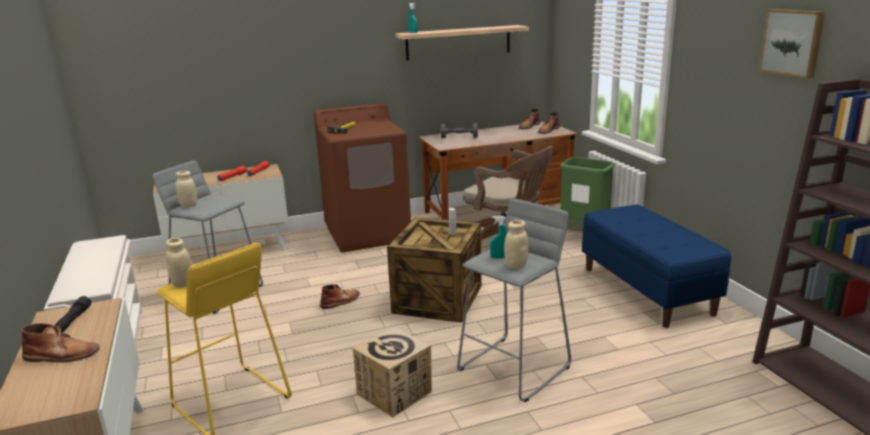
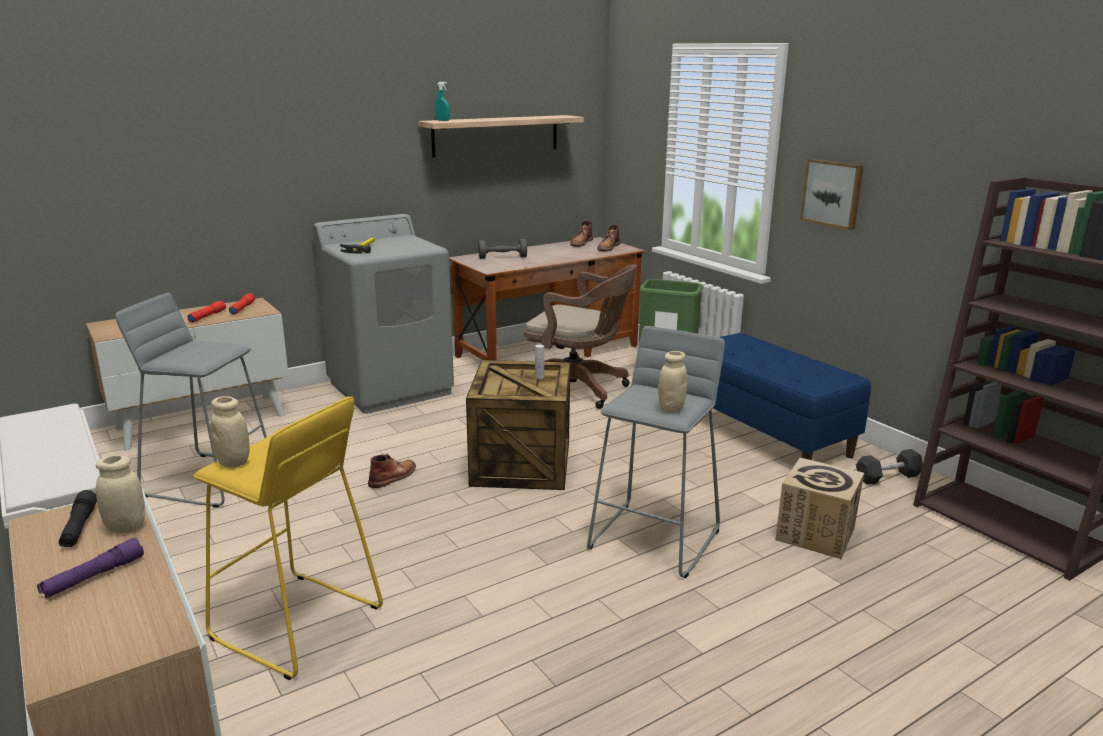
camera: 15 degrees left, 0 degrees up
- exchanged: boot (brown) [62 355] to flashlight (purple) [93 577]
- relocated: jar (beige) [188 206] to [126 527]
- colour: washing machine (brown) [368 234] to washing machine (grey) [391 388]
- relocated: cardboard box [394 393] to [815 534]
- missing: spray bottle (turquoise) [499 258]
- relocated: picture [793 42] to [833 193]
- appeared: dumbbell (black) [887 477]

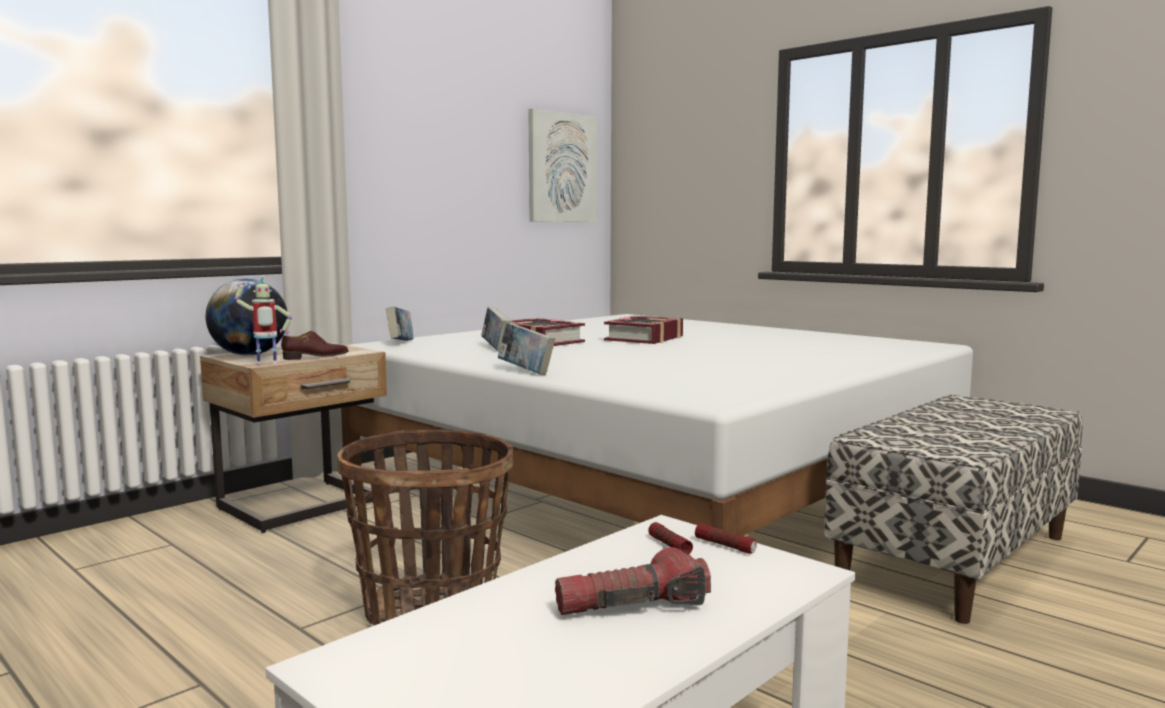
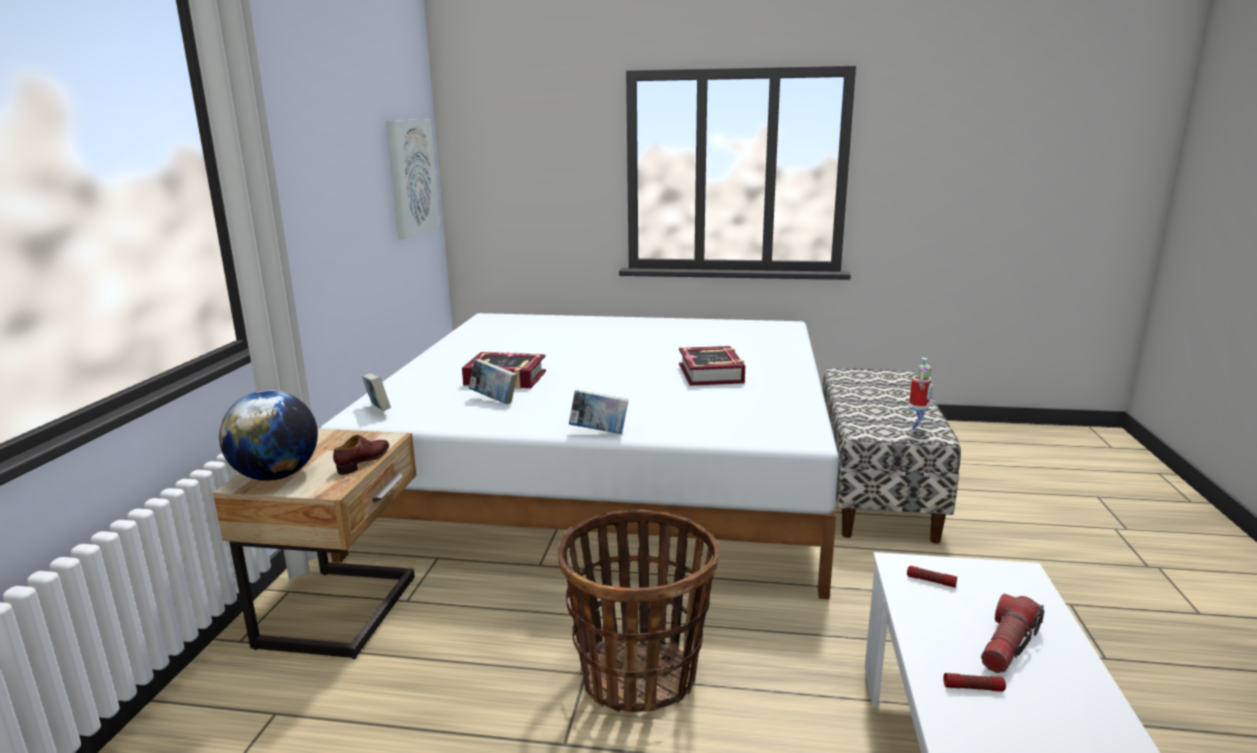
camera: 35 degrees left, 10 degrees up
- relocated: toy robot [266 364] to [916 429]
- relocated: book [645 338] to [711 374]
- relocated: flashlight [725 546] to [973 688]

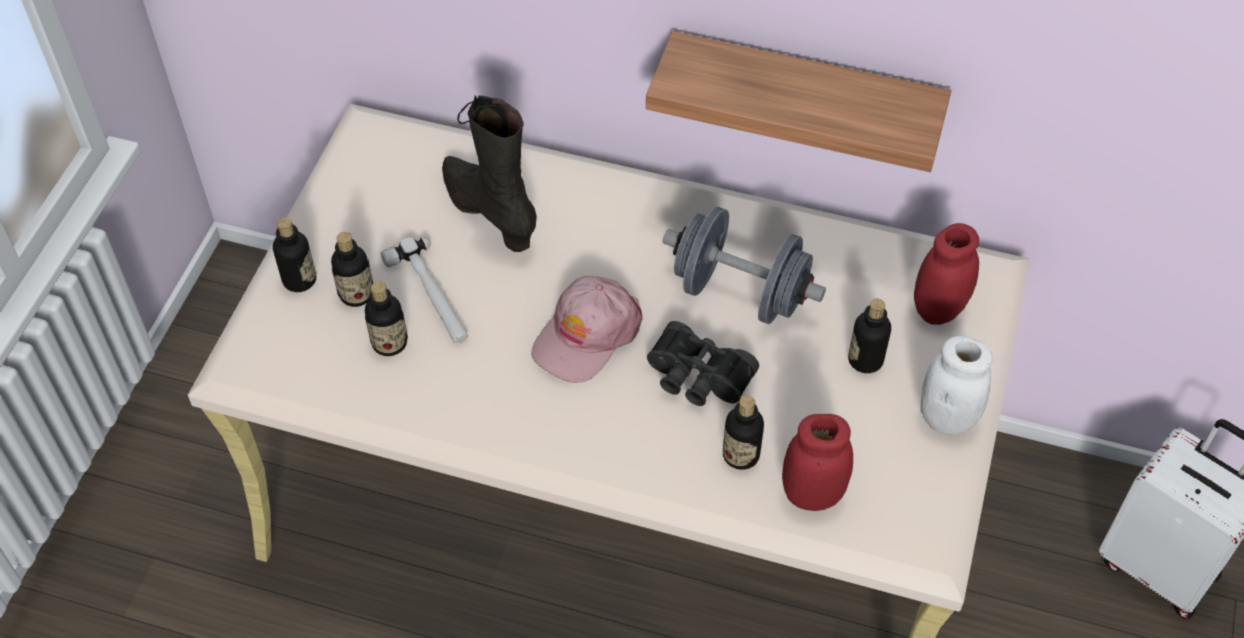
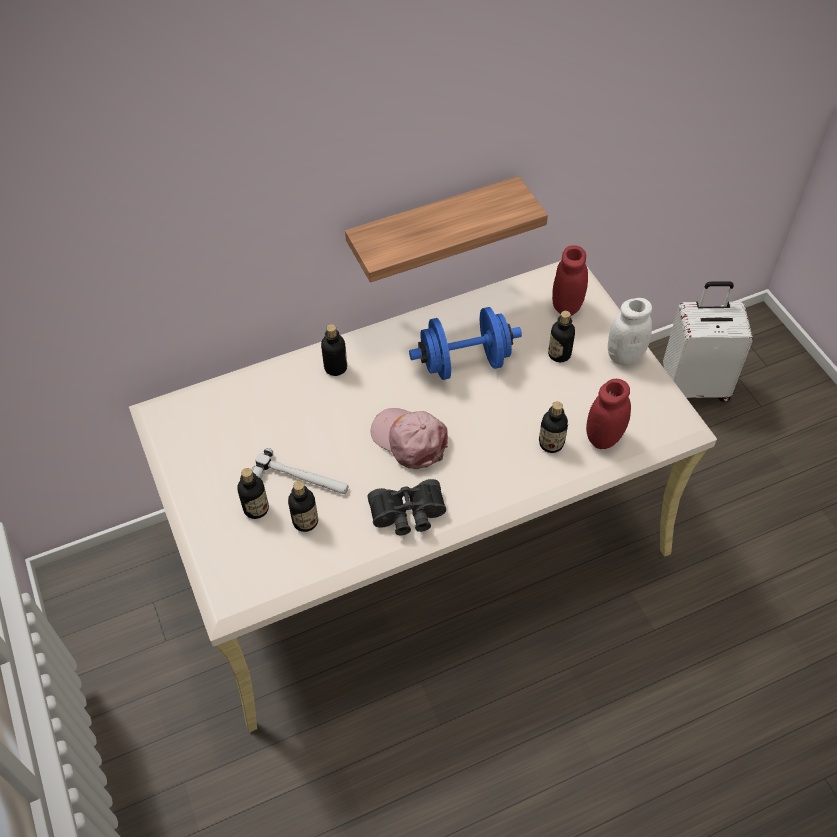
camera: 40 degrees left, 0 degrees up
- relocated: bottle [299 280] to [335 367]
- missing: boot (black) [489 213]
- spun: cap (pink) [586 335] = [409 440] 135 degrees clockwise
- relocated: binoculars (black) [697 378] to [408 515]
- colour: dumbbell (grey) [740 293] to dumbbell (blue) [464 363]

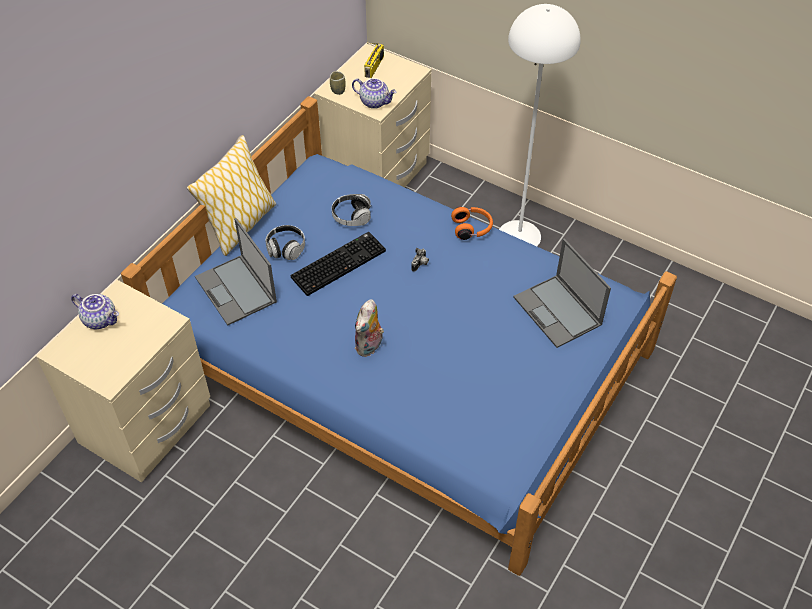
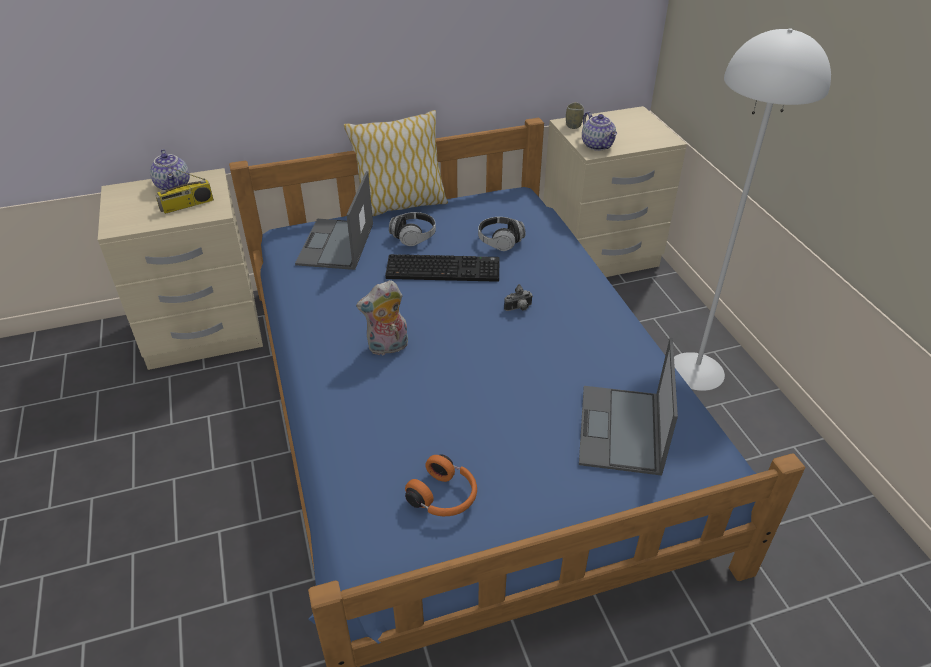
camera: 40 degrees right, 10 degrees down
- relocated: radio [374 67] to [187 205]
- relocated: headphones (orange) [472 228] to [444 497]

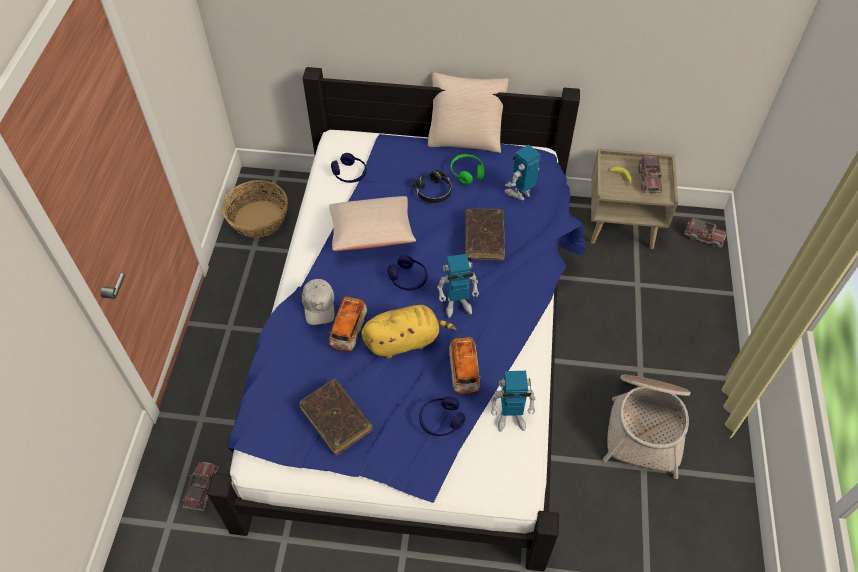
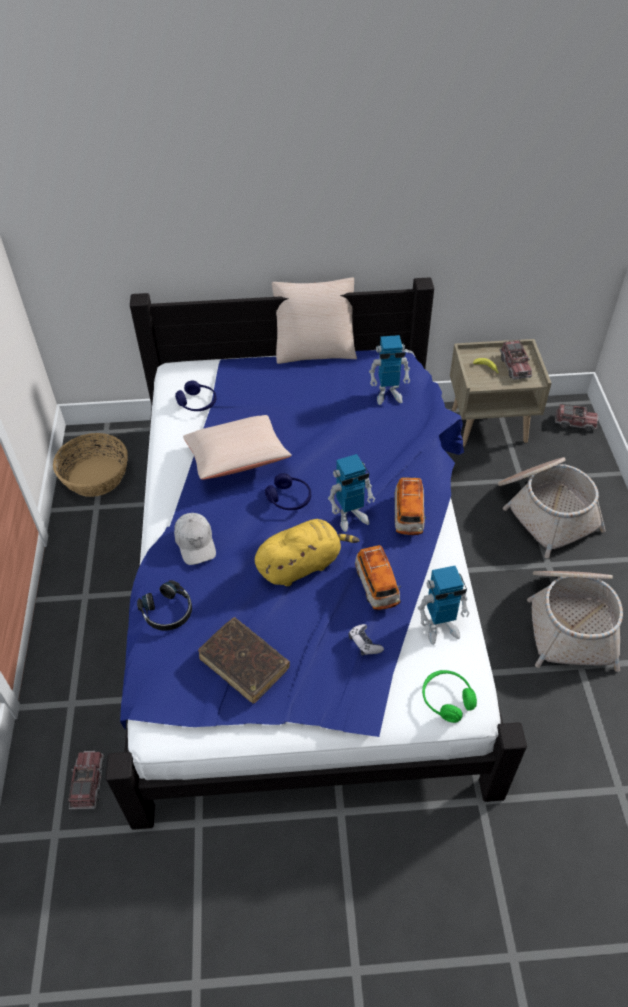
camera: 10 degrees left, 5 degrees down
- relocated: toy car [349 330] to [408 515]
- relocated: headphones (black) [433 191] to [168 612]
- exchanged: headphones (blue) [441 420] to game controller [364 643]
- relocated: headphones (green) [467 172] to [447 699]
- missing: book (brown) [484 238]
- spun: toy robot [520 193] = [388 394] 135 degrees counterclockwise
- appeared: basket [545 511]

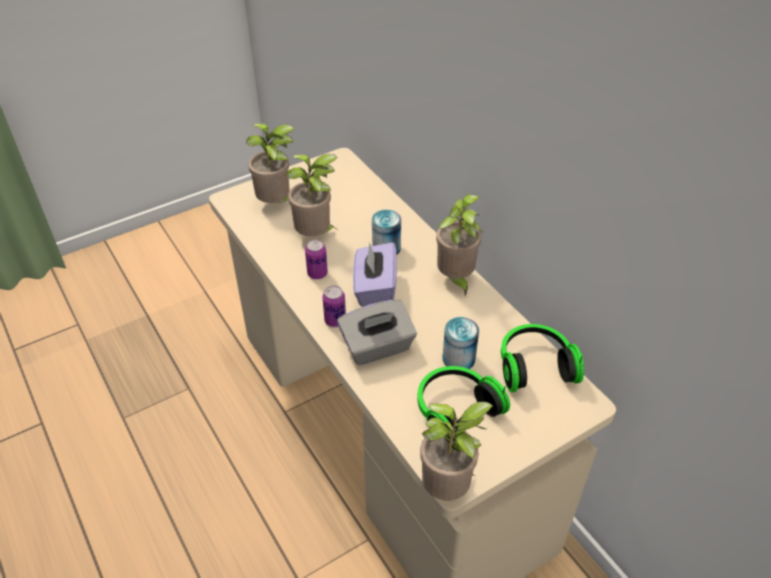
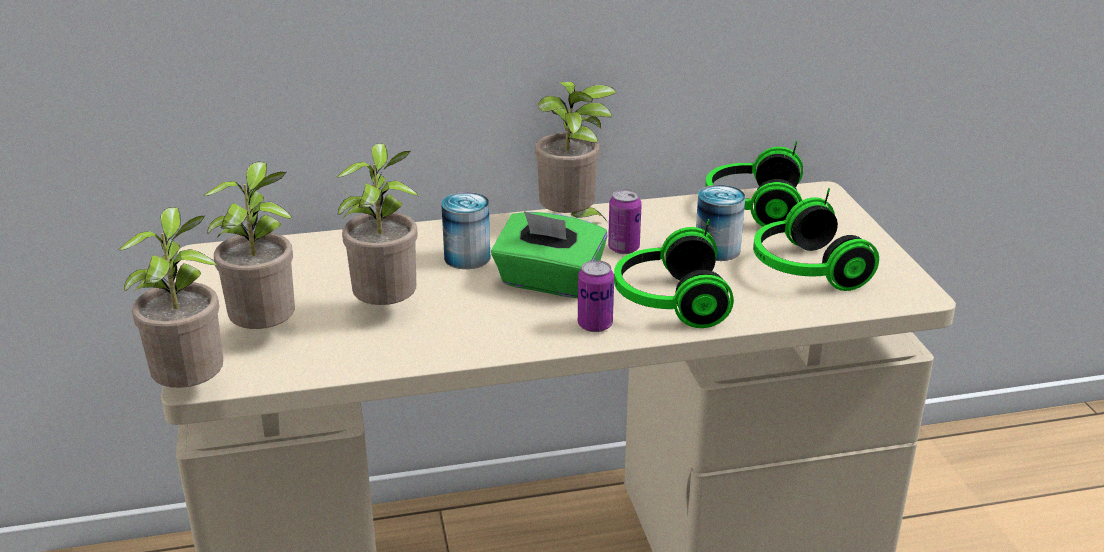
camera: 70 degrees left, 15 degrees down
- relocated: can [317 273] to [623 248]
- exchanged: tissue box (grey) [377 347] to headphones [668 301]
- colour: tissue box (purple) [375 289] to tissue box (green) [548 282]
- relocated: potted plant [448 489] to [193 389]

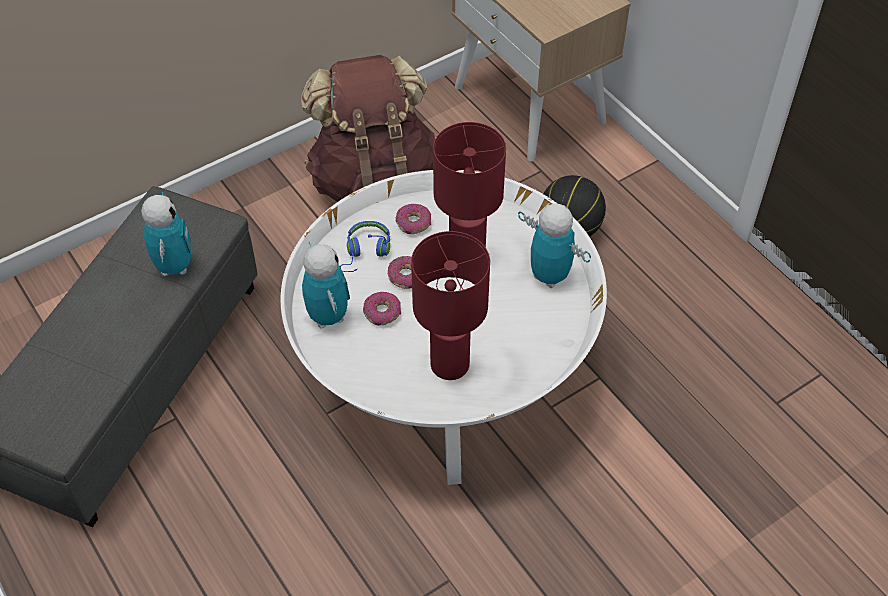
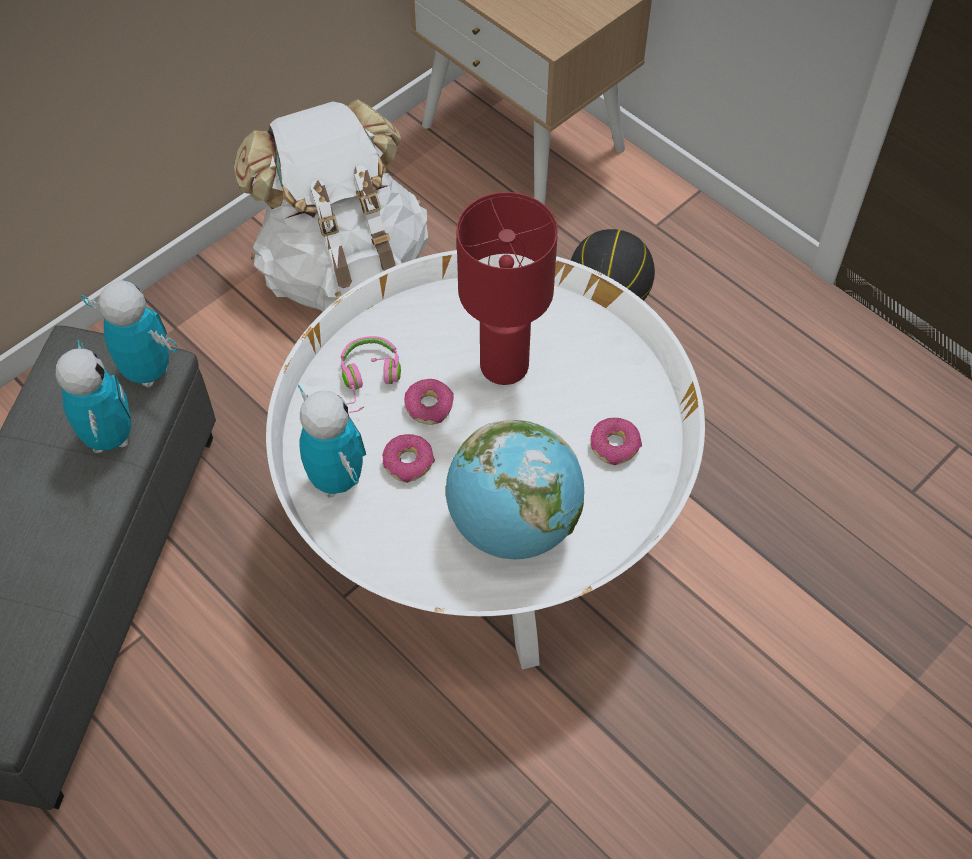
camera: 10 degrees left, 5 degrees up
- colour: backpack (brown) [374 181] to backpack (white) [343 267]
- colour: headphones (blue) [365 252] to headphones (pink) [368 380]
- relocated: donut [414 223] to [615 446]
- exchanged: table lamp (red) [449 366] to globe [513 524]
- relocated: toy robot [549 276] to [147 371]

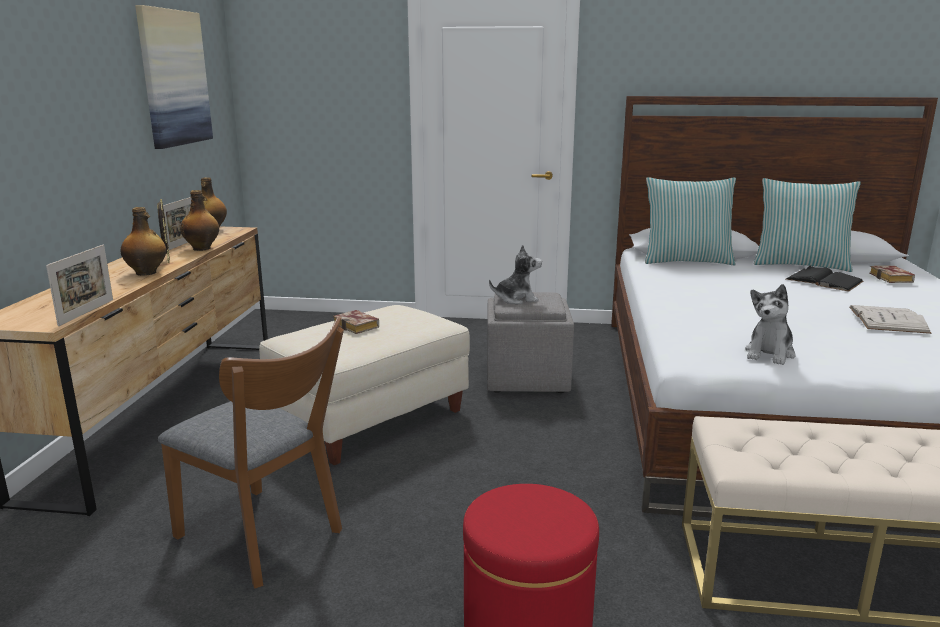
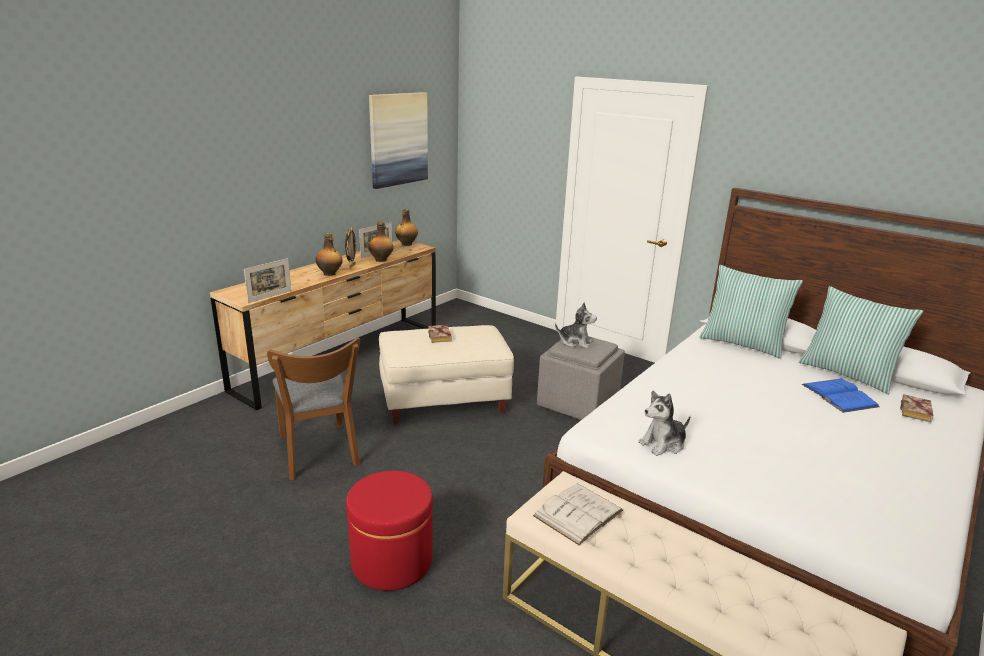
camera: 30 degrees right, 5 degrees up
- colour: book (black) [824 280] to book (blue) [839 395]
- relocated: book (white) [888 319] to [578 513]

